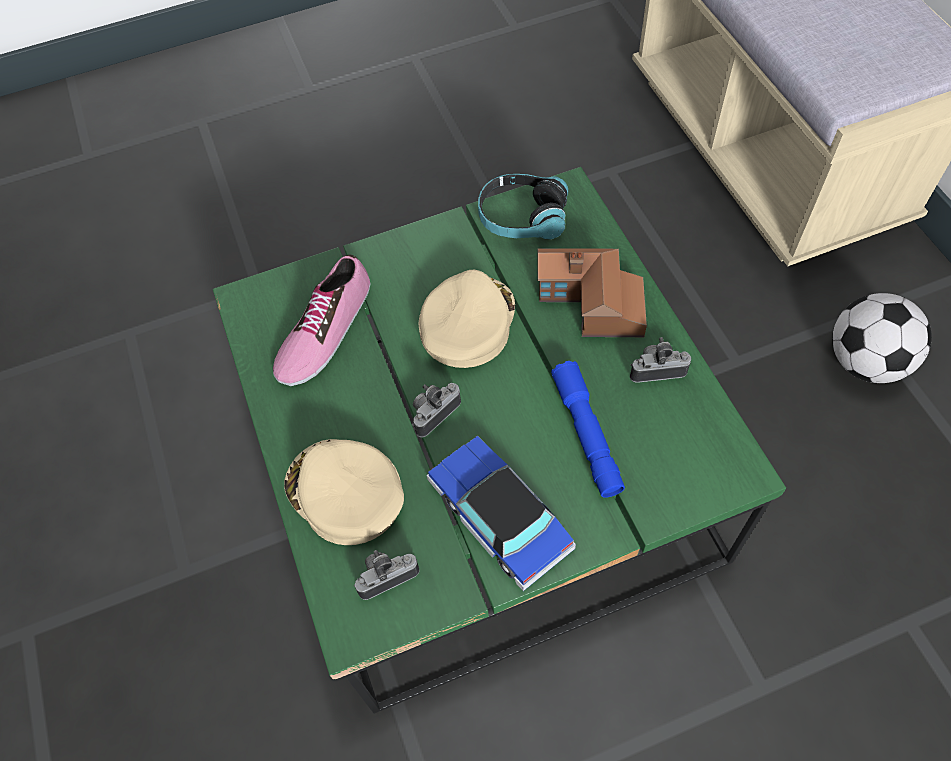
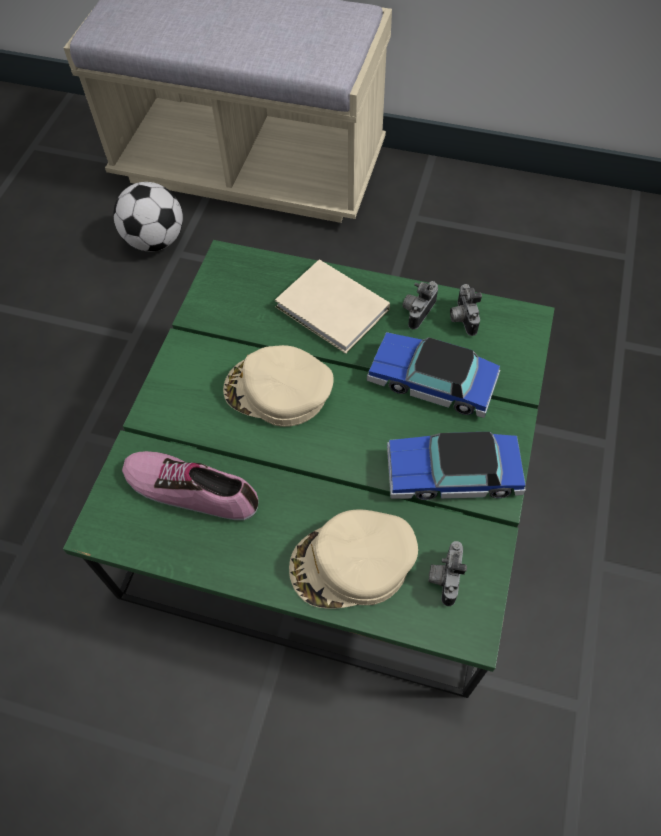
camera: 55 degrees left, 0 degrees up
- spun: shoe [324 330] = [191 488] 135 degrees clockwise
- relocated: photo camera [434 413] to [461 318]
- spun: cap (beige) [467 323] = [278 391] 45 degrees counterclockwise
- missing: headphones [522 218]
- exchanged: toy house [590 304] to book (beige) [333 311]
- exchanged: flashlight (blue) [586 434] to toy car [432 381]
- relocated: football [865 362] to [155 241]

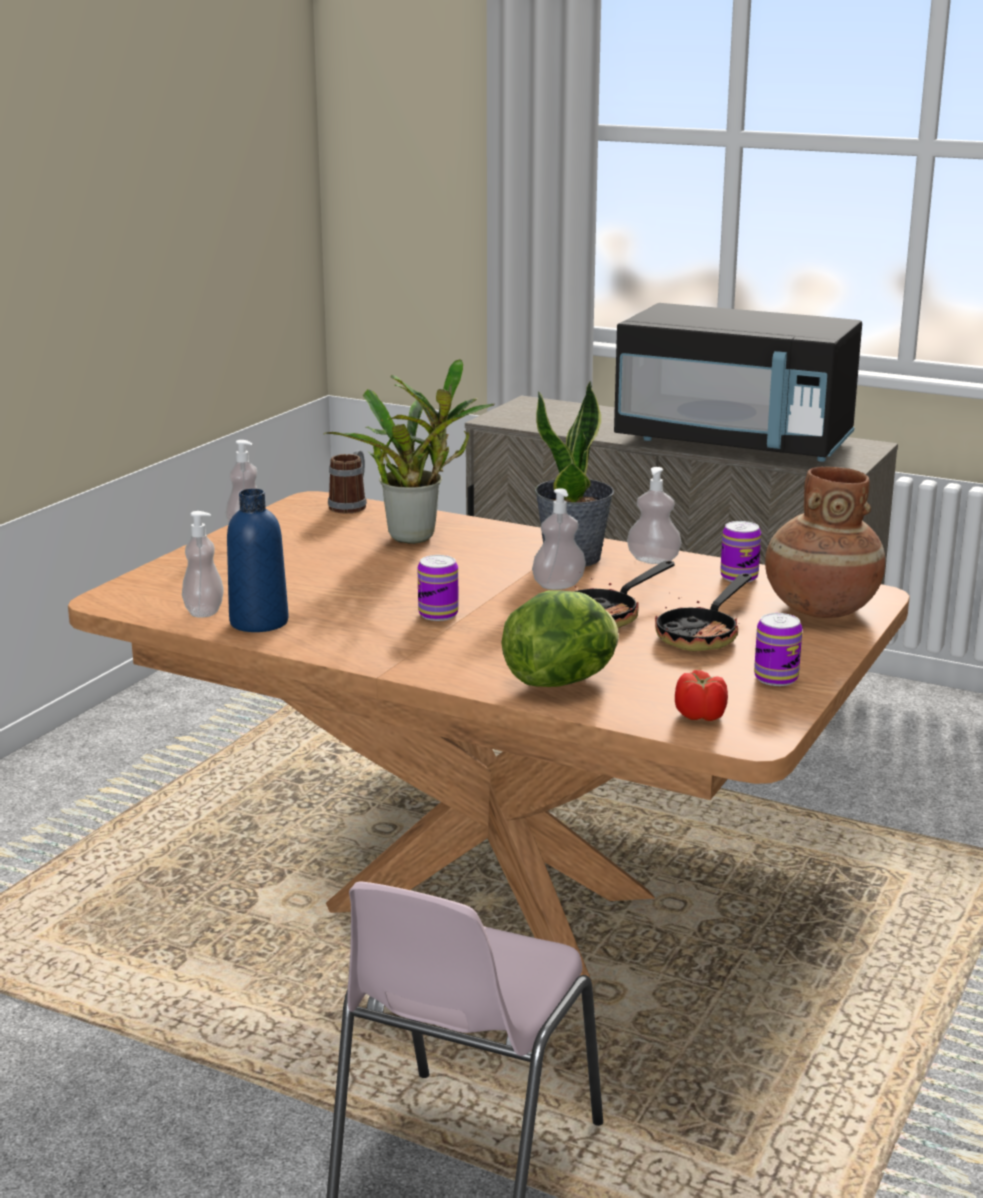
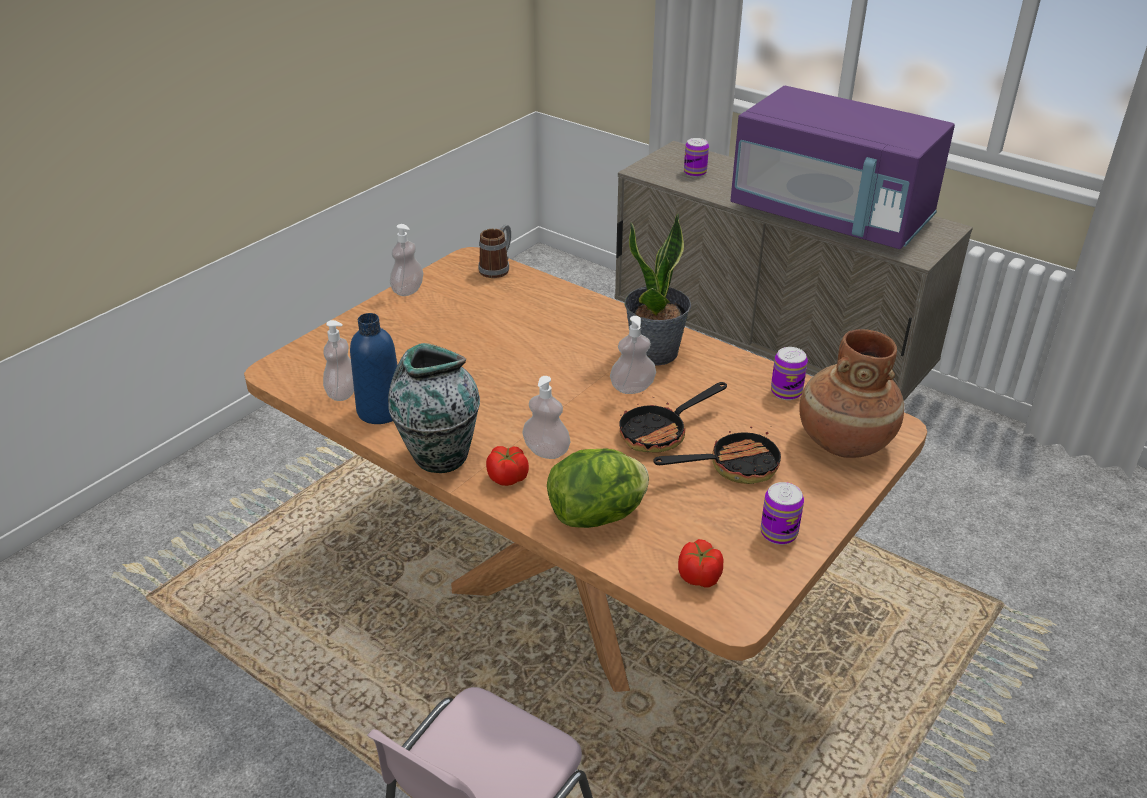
camera: 10 degrees right, 15 degrees up
- missing: potted plant [417 536]
- relocated: can [438 614] to [695 173]
- colour: microwave (black) [734 444] to microwave (purple) [831 217]
- relocated: soap dispenser [653 560] to [546 451]
- spun: frying pan [703 635] = [733 467] 150 degrees counterclockwise
- appeared: vase [438 456]
- appeared: tomato [508 478]

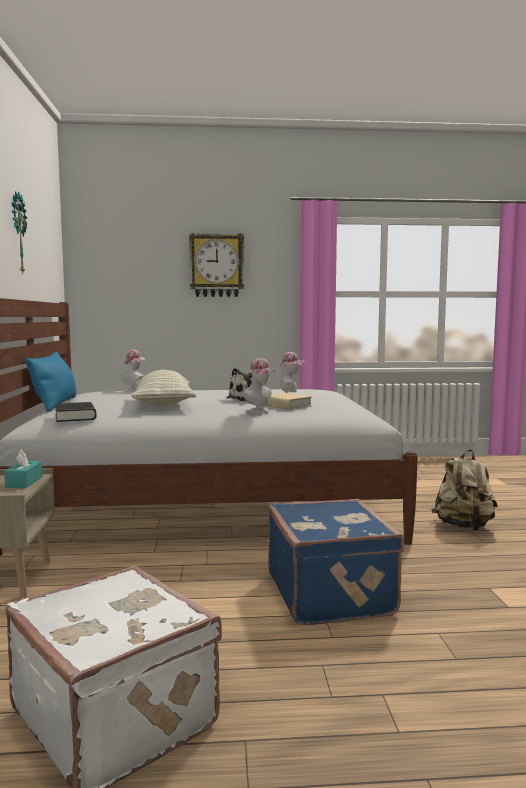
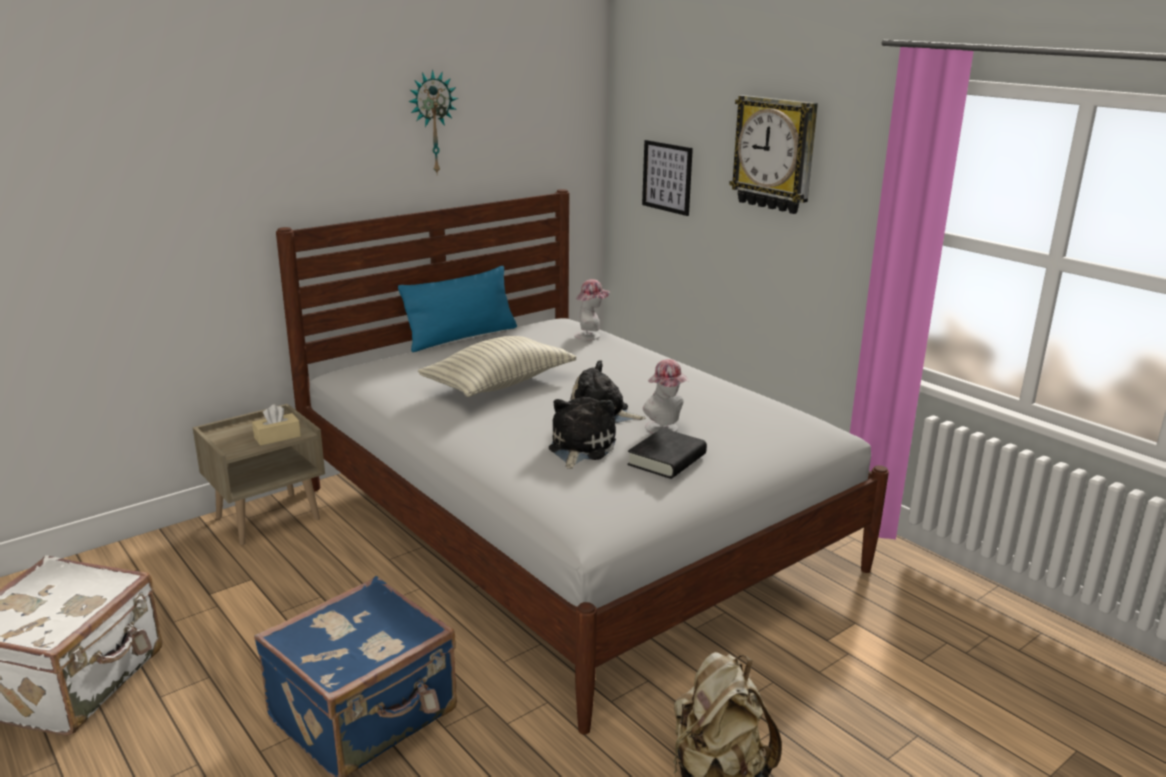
camera: 55 degrees right, 15 degrees up
- colour: tissue box (turquoise) [24 482] to tissue box (beige) [277 437]
- relocated: book (black) [75 417] to [667 460]
- missing: hat [260 411]
- exchanged: book (beige) [285 405] to plush toy [579 448]
- appeared: picture [667 177]

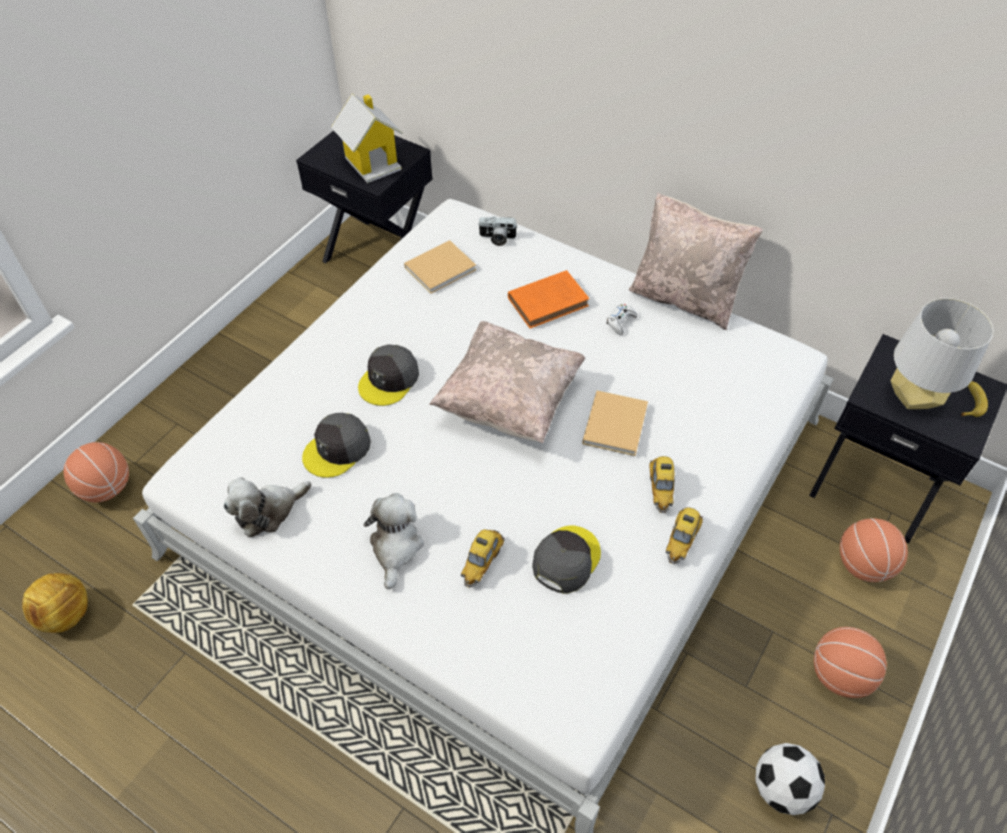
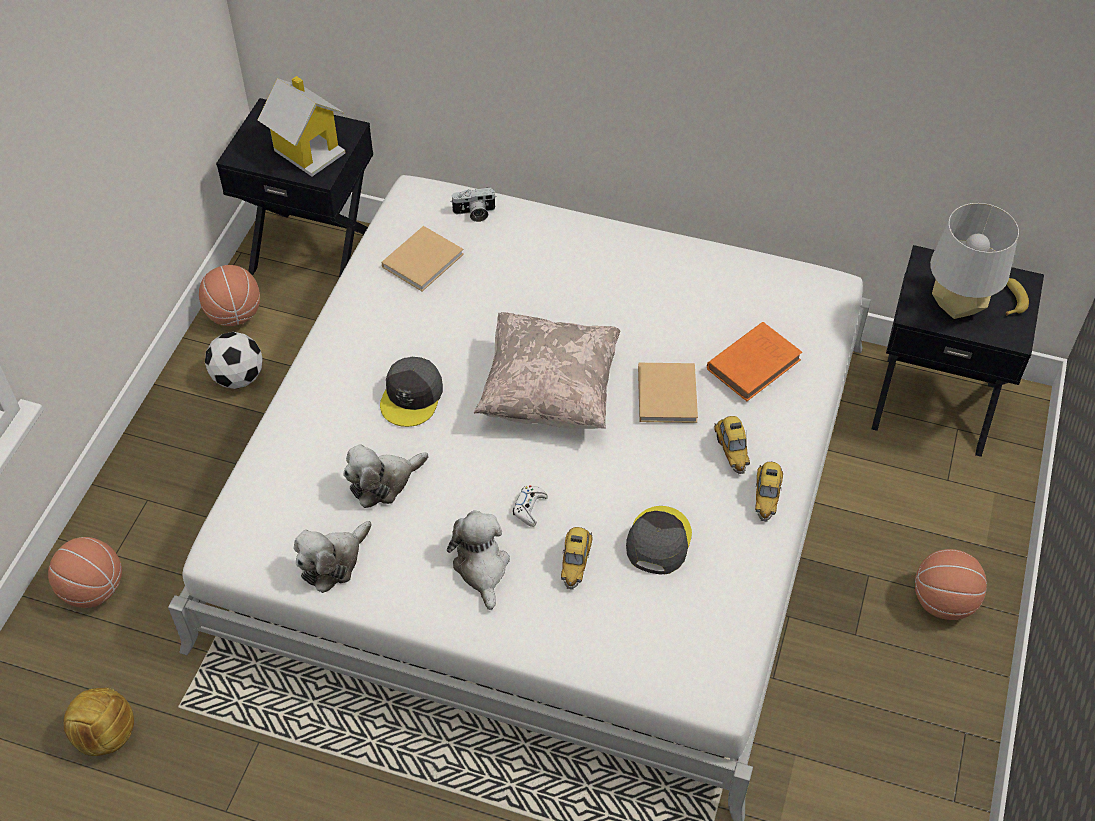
camera: 15 degrees left, 0 degrees up
- exchanged: cap (grey) [337 449] to plush toy [383 482]
- relocated: book (orange) [550 301] to [755 363]
- relocated: game controller (white) [620 322] to [529 508]
- missing: pillow (beige) [684 298]
- relocated: football [781 788] to [238 377]
- relocated: basketball [863 564] to [234 314]

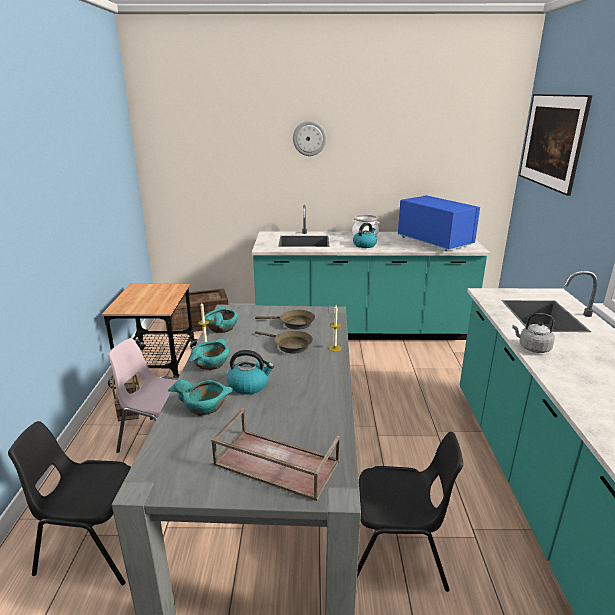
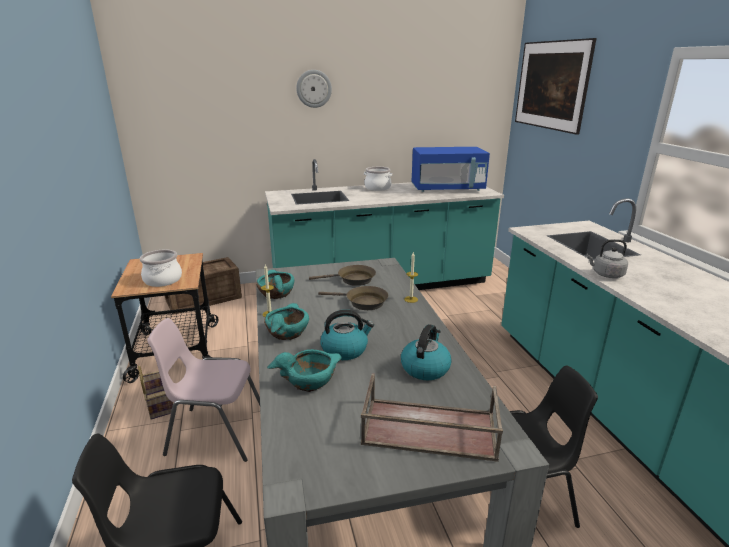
camera: 15 degrees left, 0 degrees up
- relocated: kettle [365 245] to [425 368]
- spun: microwave (blue) [434 241] = [447 189] 135 degrees clockwise
- appeared: cooking pot [162 280]

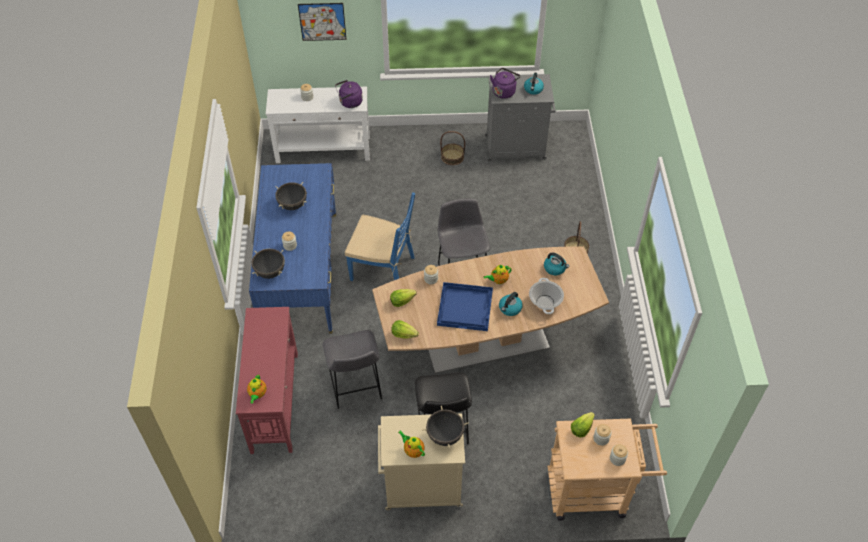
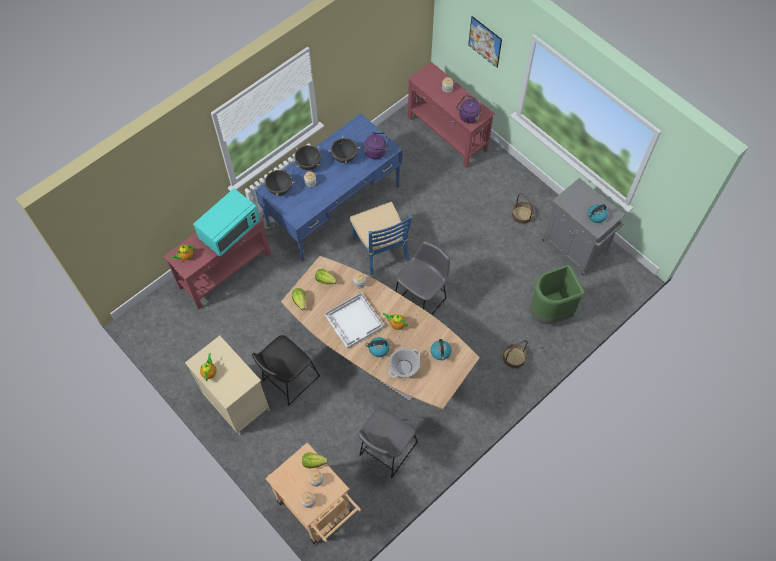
camera: 50 degrees right, 10 degrees up
- colour: console table (white) [323 150] to console table (red) [447 135]
- relocated: stool (grey) [355 386] to [386 451]
- relocated: cooking pot (black) [445 435] to [309 164]
- colour: tray (blue) [465 307] to tray (white) [355 321]
- relocated: kettle (purple) [504 91] to [376 151]
- appeared: microwave (turquoise) [229 230]
- appeared: trash can (green) [549 313]

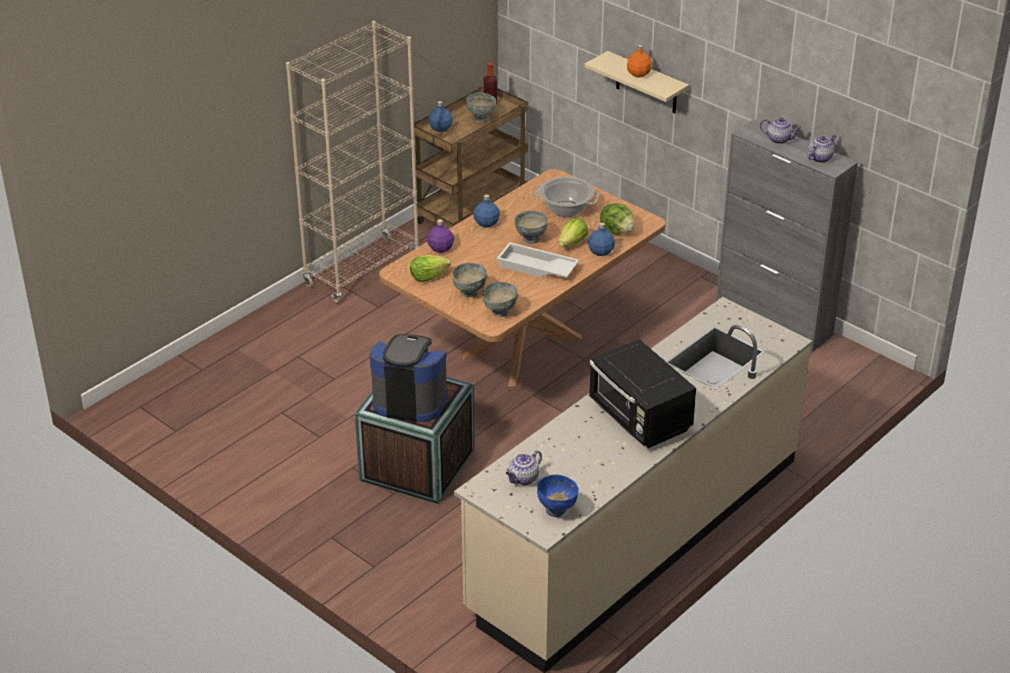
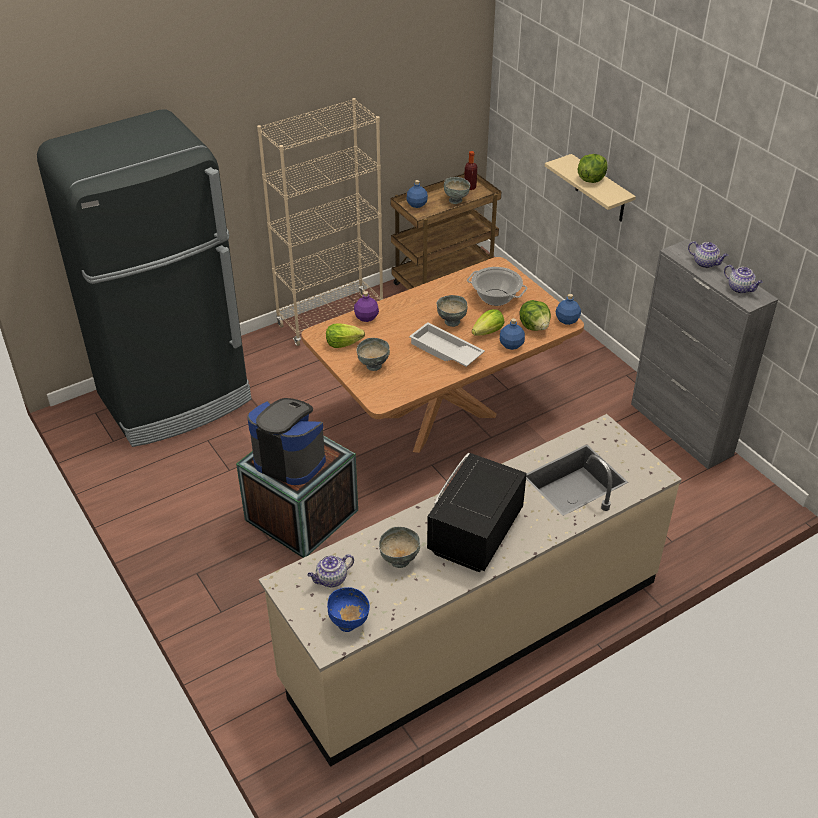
camera: 15 degrees right, 5 degrees up
- relocated: bottle (blue) [487 223] to [567 320]
- relocated: bowl (grey) [500 312] to [399 561]
- spun: microwave (black) [640 418] = [473 534] 45 degrees clockwise
- exchanged: bottle (orange) [638 74] to lettuce [591 179]
- spun: teapot [820 158] = [740 288] 75 degrees clockwise
- appeared: fridge (black) [176 398]

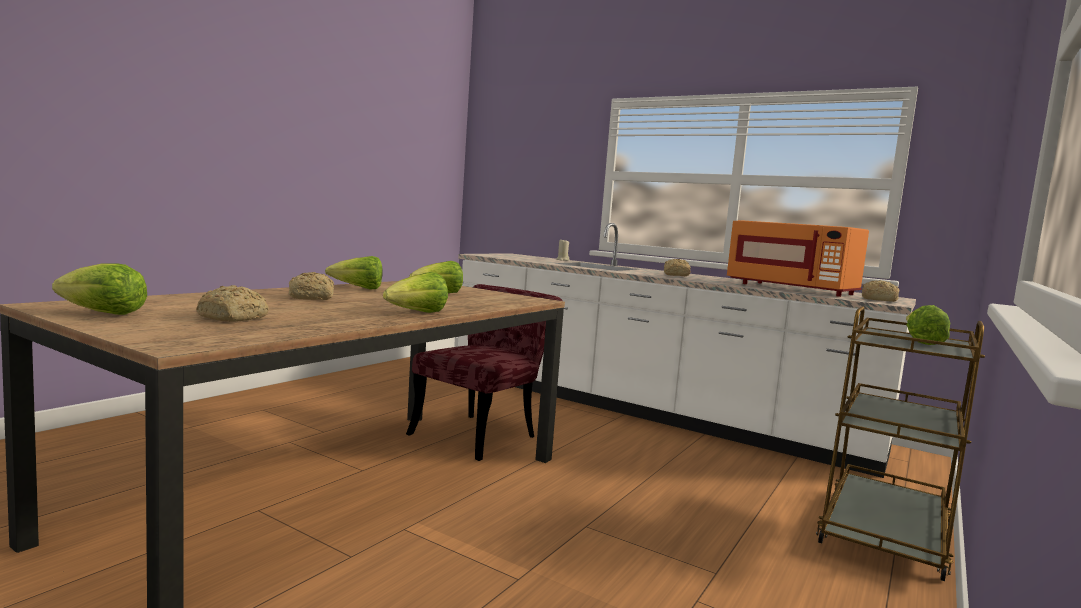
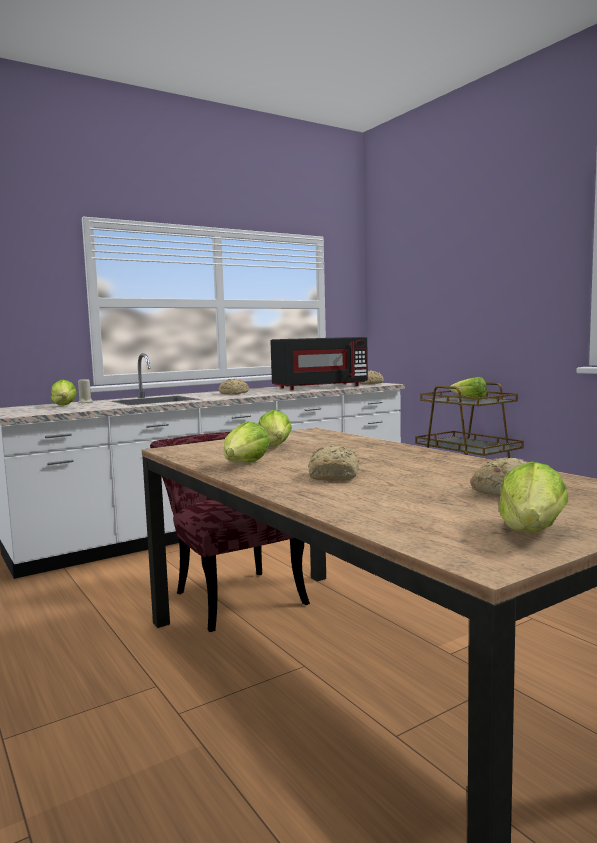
camera: 65 degrees left, 0 degrees up
- relocated: lettuce [417 313] to [64 406]
- colour: microwave (orange) [792 289] to microwave (black) [319 387]

